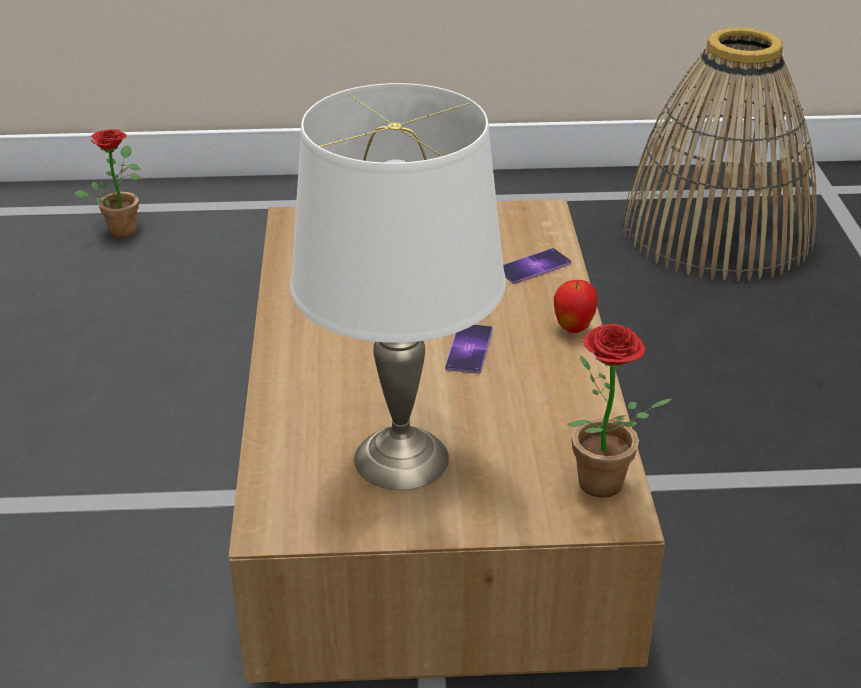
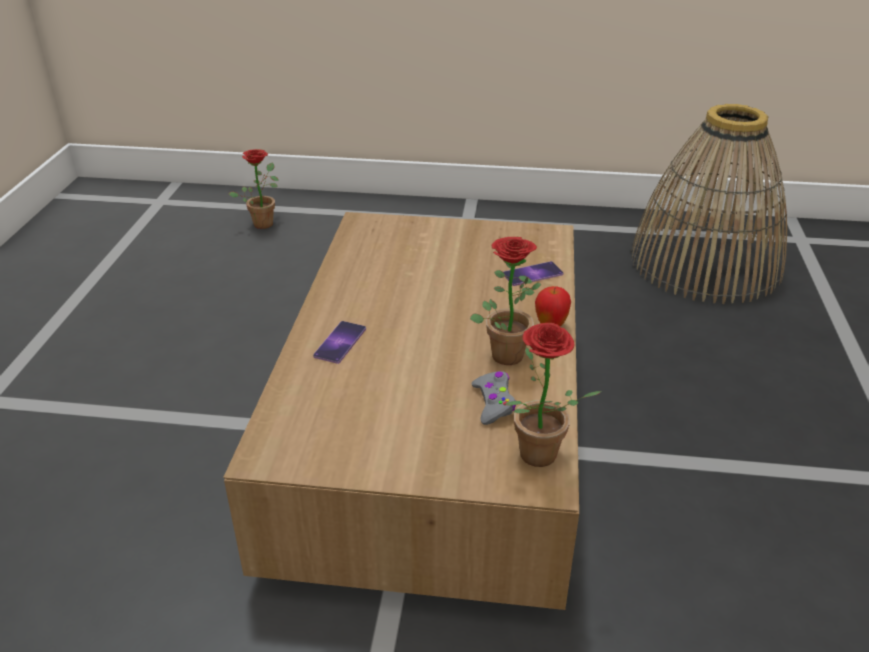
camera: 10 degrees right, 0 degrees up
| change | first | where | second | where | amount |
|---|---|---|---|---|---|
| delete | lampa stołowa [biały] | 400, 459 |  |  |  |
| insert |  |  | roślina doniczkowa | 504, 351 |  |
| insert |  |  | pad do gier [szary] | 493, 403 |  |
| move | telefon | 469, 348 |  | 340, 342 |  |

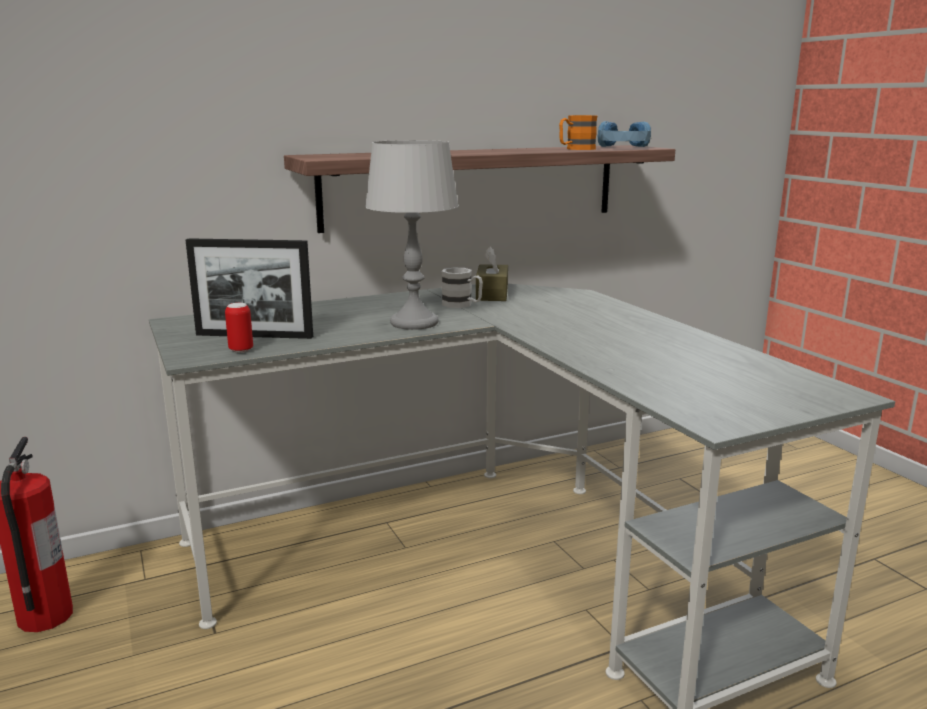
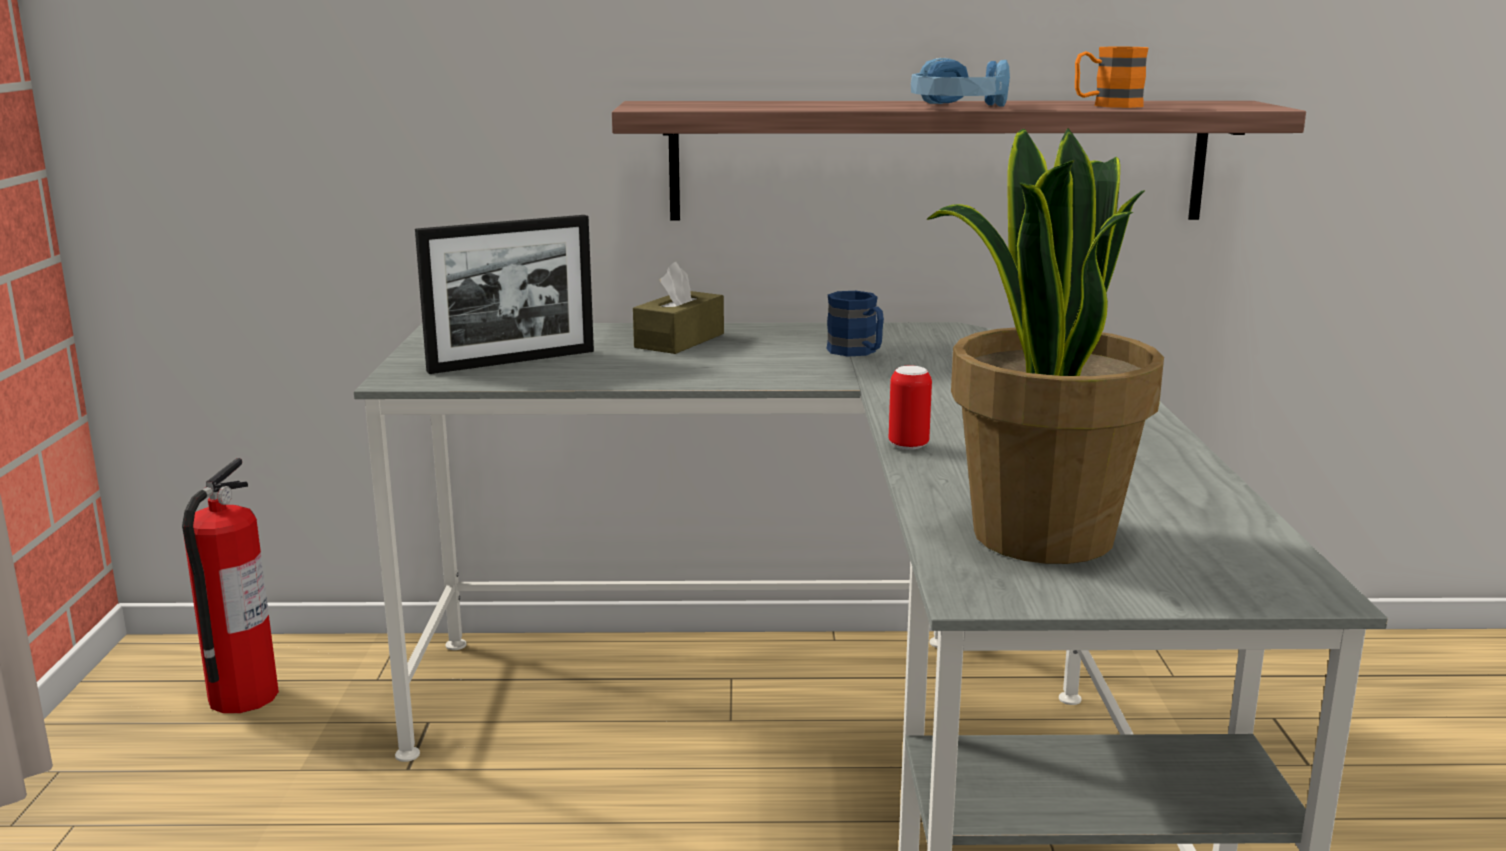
camera: 25 degrees right, 0 degrees up
| change | first | where | second | where | amount |
|---|---|---|---|---|---|
| delete | lampa stołowa [szary] | 413, 323 |  |  |  |
| insert |  |  | roślina doniczkowa | 1039, 535 |  |
| move | puszka | 241, 350 |  | 908, 445 |  |
| move | pudełko chusteczek [brązowy] | 492, 294 |  | 679, 340 |  |
| move | słuchawki [niebieski] | 623, 147 |  | 959, 106 |  |
| recolor | kubek [biały] | 462, 305 | kubek [niebieski] | 857, 352 |  |
| rotate | ramka na zdjęcie | 254, 336 |  | 512, 361 | 60 degrees counterclockwise |

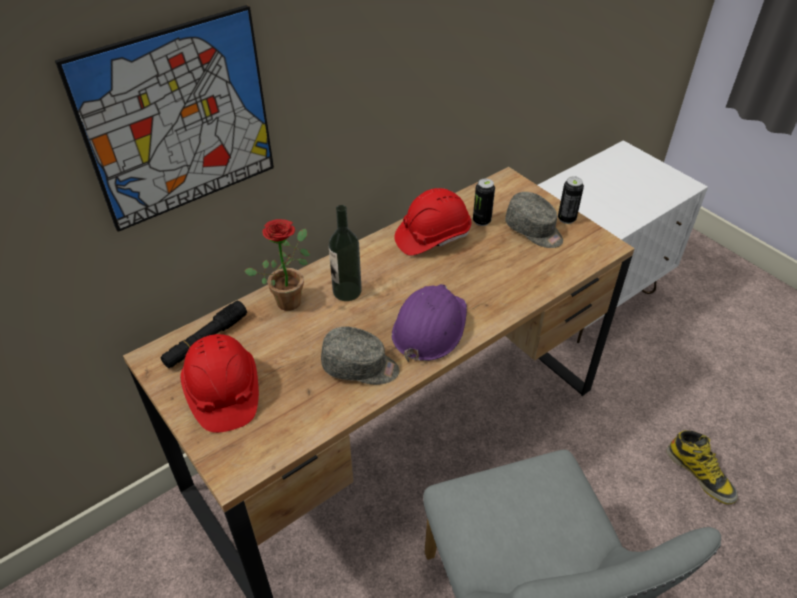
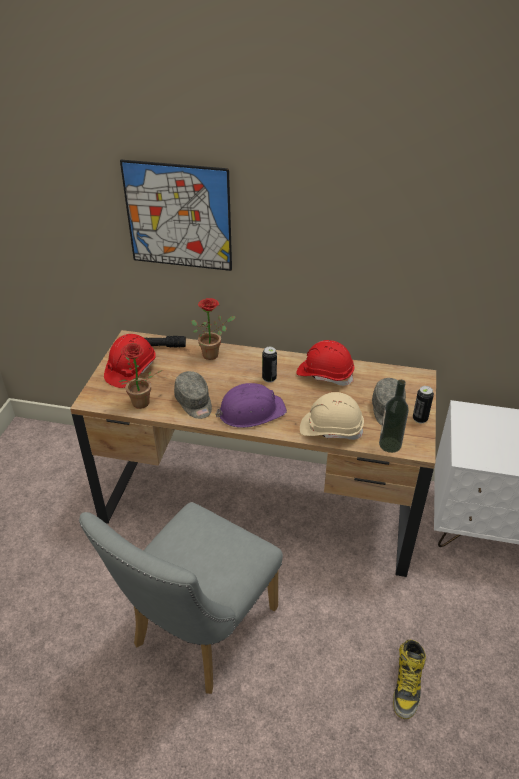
camera: 50 degrees right, 5 degrees down
| change | first | where | second | where | amount |
|---|---|---|---|---|---|
| insert |  |  | roślina doniczkowa | 140, 405 |  |
| insert |  |  | kask [beżowy] | 331, 429 |  |
| move | butelka | 347, 291 |  | 390, 444 |  |
| move | puszka | 481, 221 |  | 269, 378 |  |

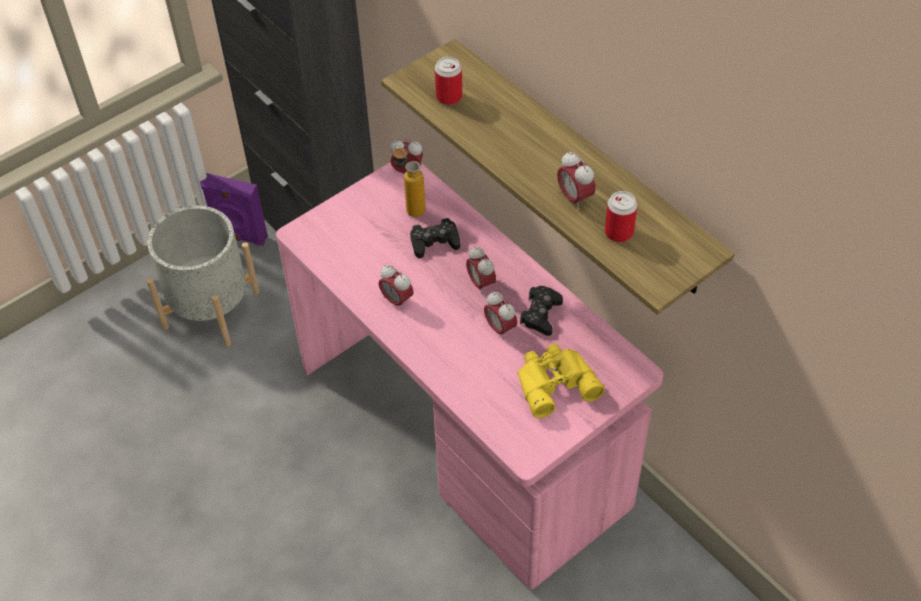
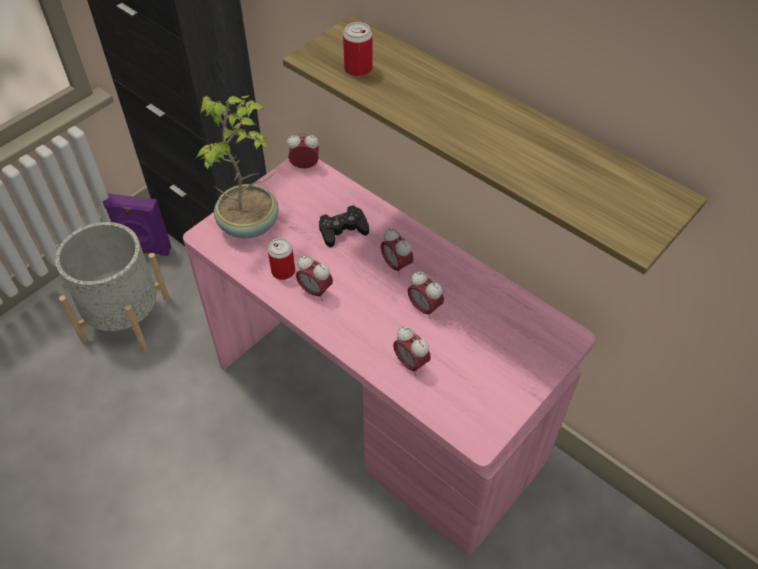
camera: 10 degrees left, 0 degrees up
| change | first | where | second | where | amount |
|---|---|---|---|---|---|
| delete | butelka | 410, 206 |  |  |  |
| delete | lornetka [żółty] | 554, 382 |  |  |  |
| delete | pad do gier [czarny] | 541, 314 |  |  |  |
| insert |  |  | roślina doniczkowa | 250, 224 |  |
| move | budzik | 574, 198 |  | 410, 363 |  |
| move | puszka | 619, 232 |  | 283, 271 |  |

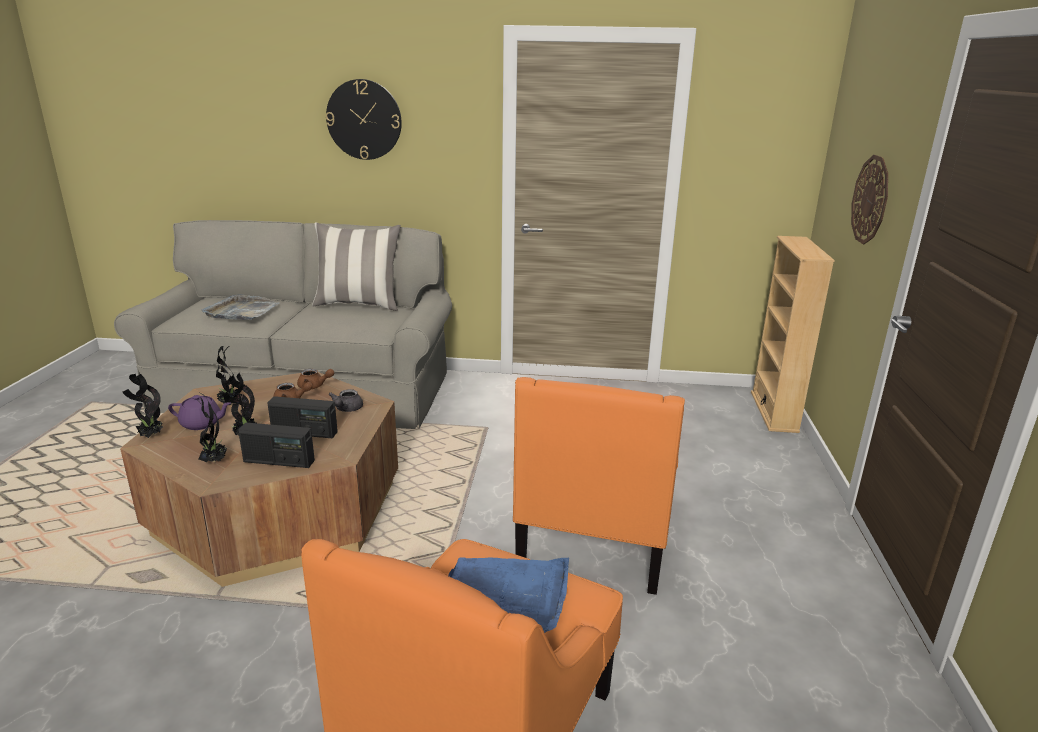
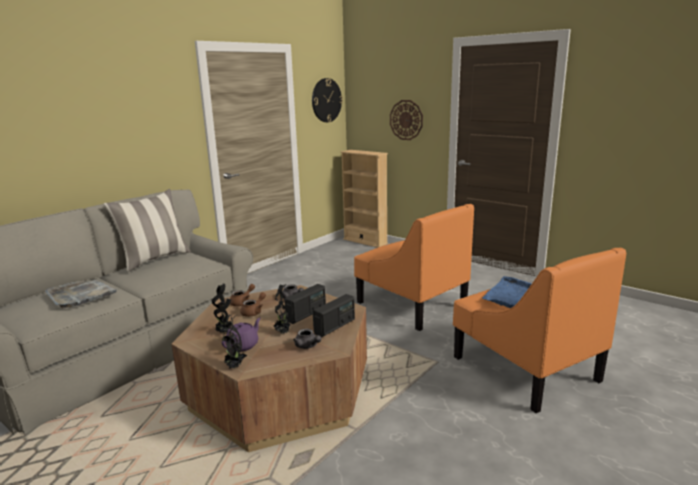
camera: 55 degrees left, 5 degrees down
| change | first | where | second | where | amount |
|---|---|---|---|---|---|
| move | zegar ścienny | 364, 120 |  | 326, 100 |  |
| replace | roślina doniczkowa | 215, 461 | imbryk [szary] | 308, 346 |  |

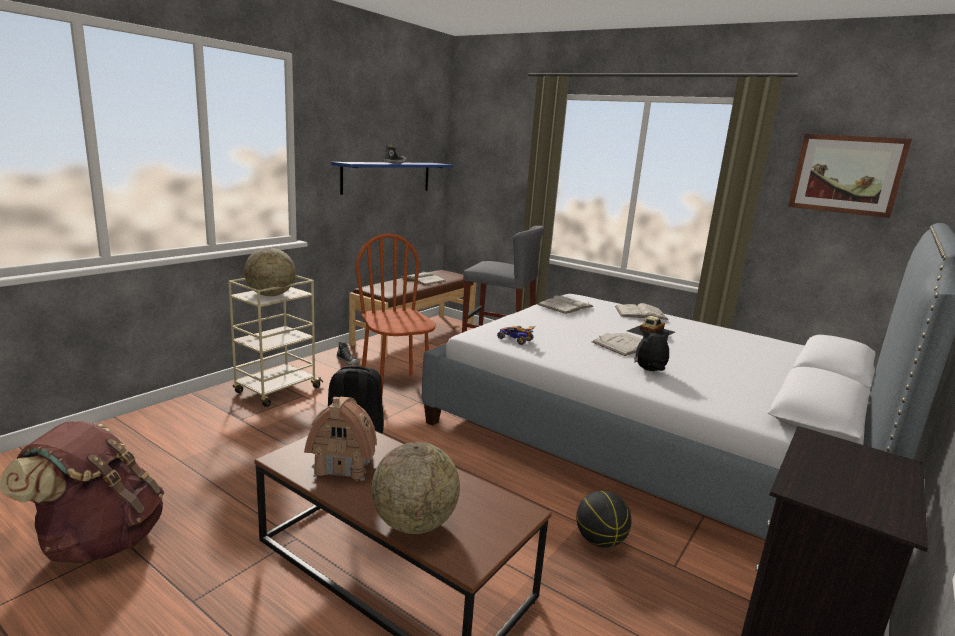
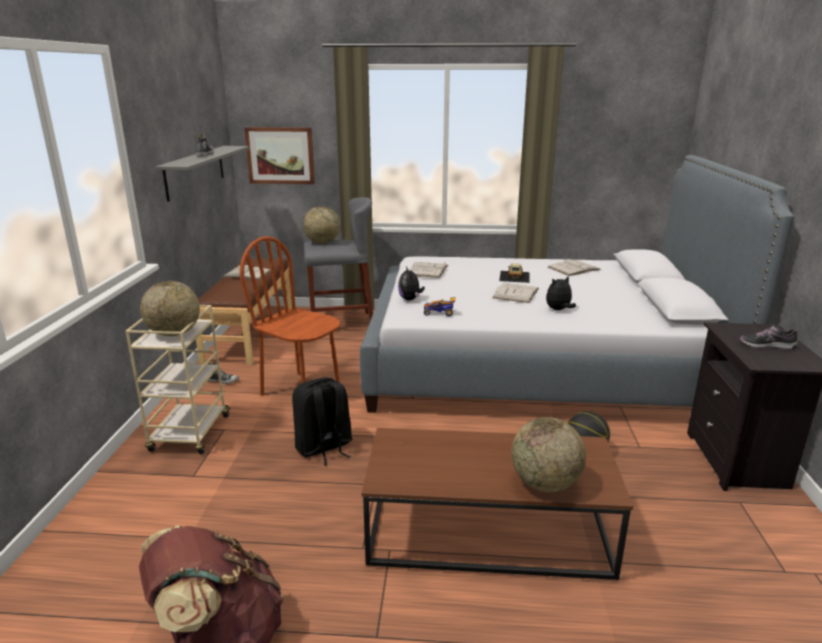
camera: 30 degrees left, 5 degrees up
| change | first | where | second | where | amount |
|---|---|---|---|---|---|
| delete | domek | 344, 465 |  |  |  |
| insert |  |  | globus | 322, 242 |  |
| insert |  |  | pluszak | 410, 299 |  |
| insert |  |  | but | 767, 345 |  |
| move | książka [biały] | 640, 313 |  | 574, 268 |  |
| move | obraz | 846, 174 |  | 280, 155 |  |
| recolor | półka [niebieski] | 387, 177 | półka [szary] | 195, 171 |  |

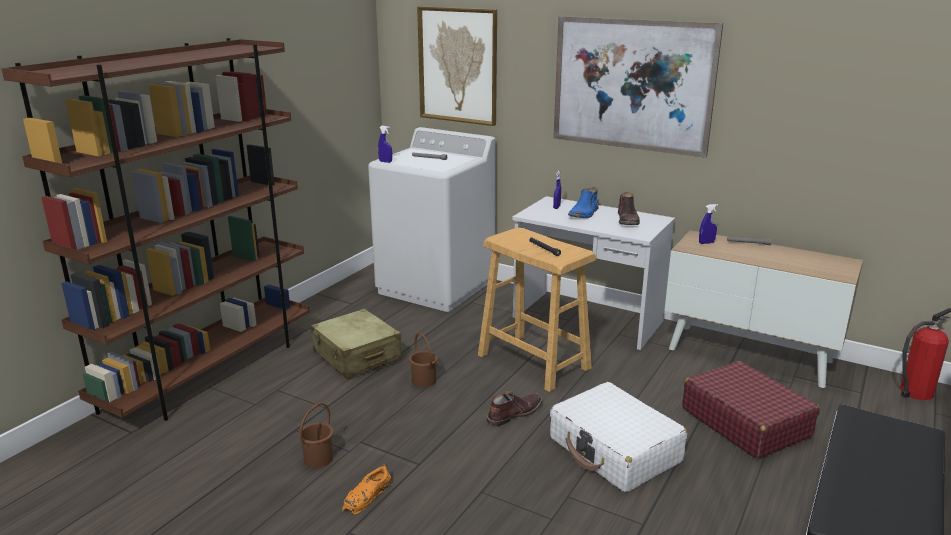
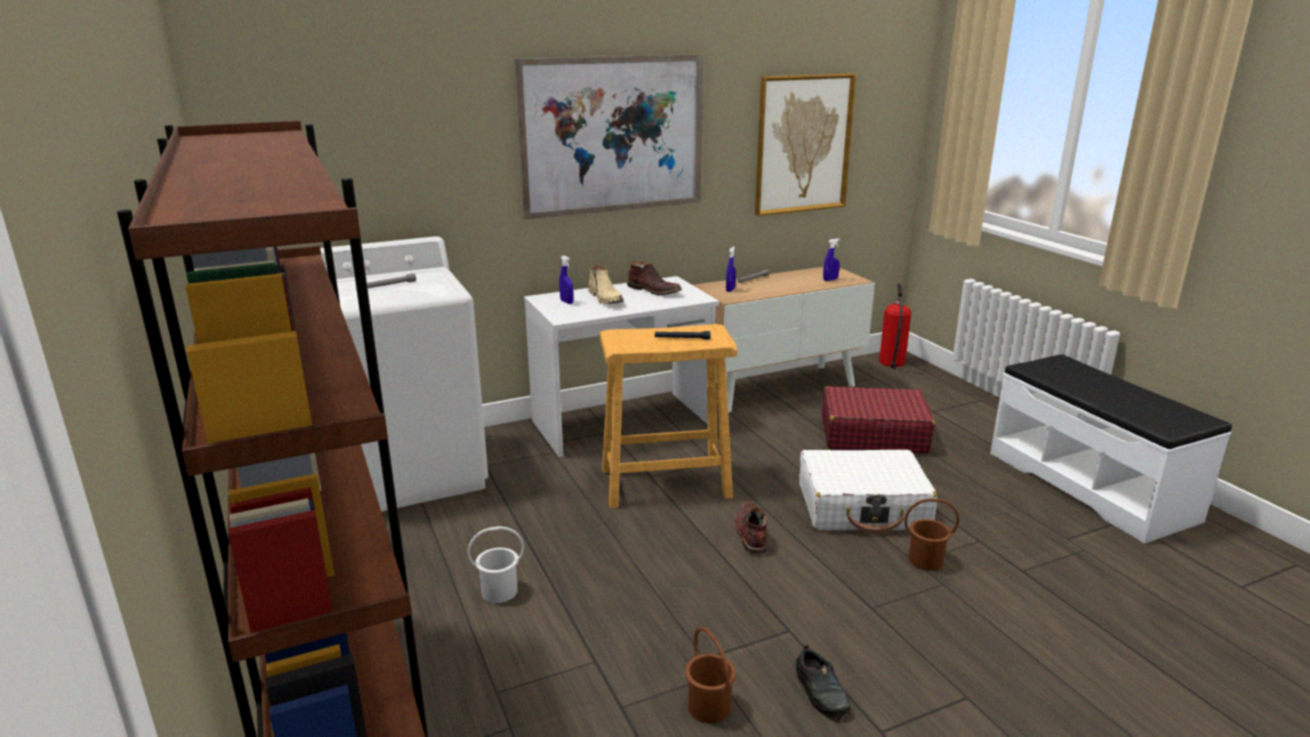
camera: 55 degrees left, 0 degrees up
| change | first | where | second | where | amount |
|---|---|---|---|---|---|
| move | spryskiwacz [niebieski] | 385, 162 |  | 830, 279 |  |
| move | wiadro [brązowy] | 424, 380 |  | 925, 560 |  |
| move | obraz | 458, 65 |  | 803, 144 |  |
| replace | walizka [beżowy] | 357, 356 | wiadro [biały] | 499, 591 |  |
| recolor | but [pomarańczowy] | 367, 496 | but [czarny] | 822, 692 |  |
| recolor | but z cholewką [niebieski] | 584, 214 | but z cholewką [beżowy] | 606, 298 |  |

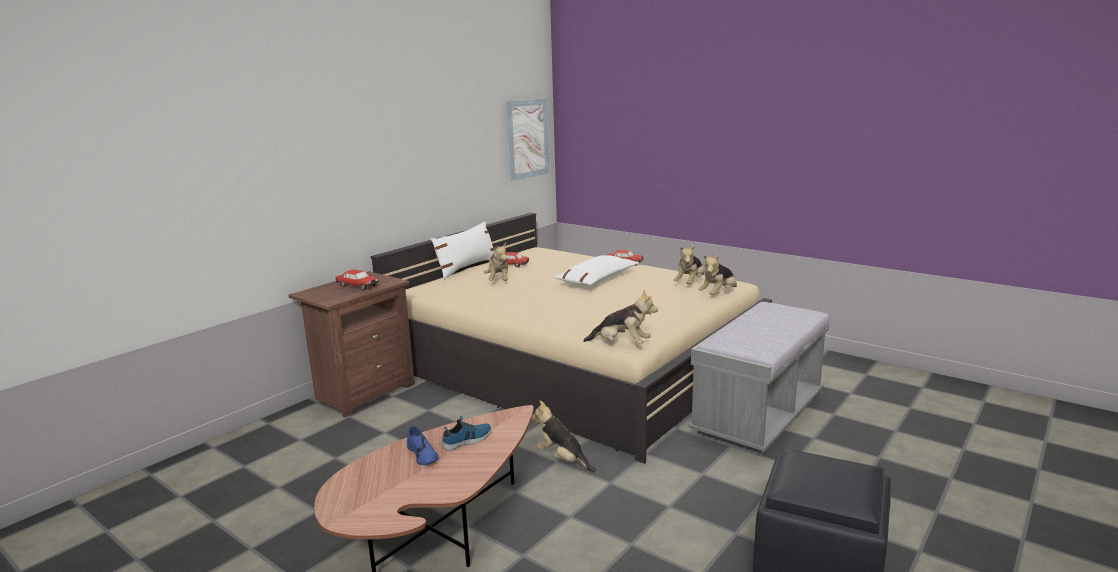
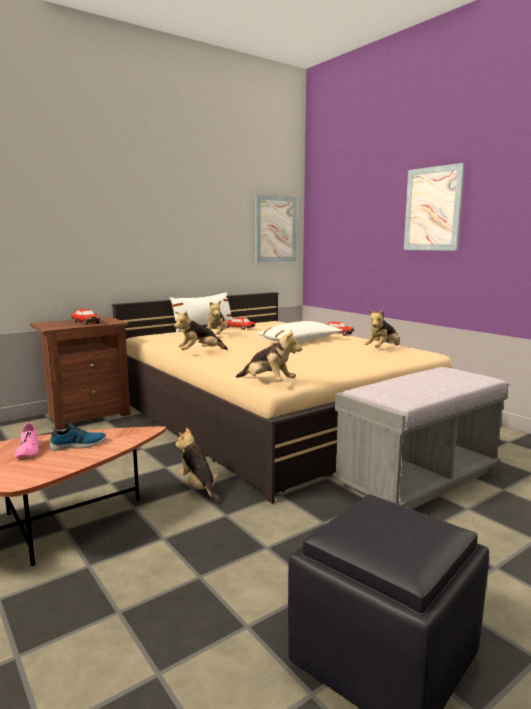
camera: 15 degrees right, 5 degrees down
| change | first | where | second | where | amount |
|---|---|---|---|---|---|
| insert |  |  | obraz | 433, 209 |  |
| move | pluszak | 718, 294 |  | 199, 352 |  |
| recolor | but [niebieski] | 422, 455 | but [różowy] | 28, 450 |  |

